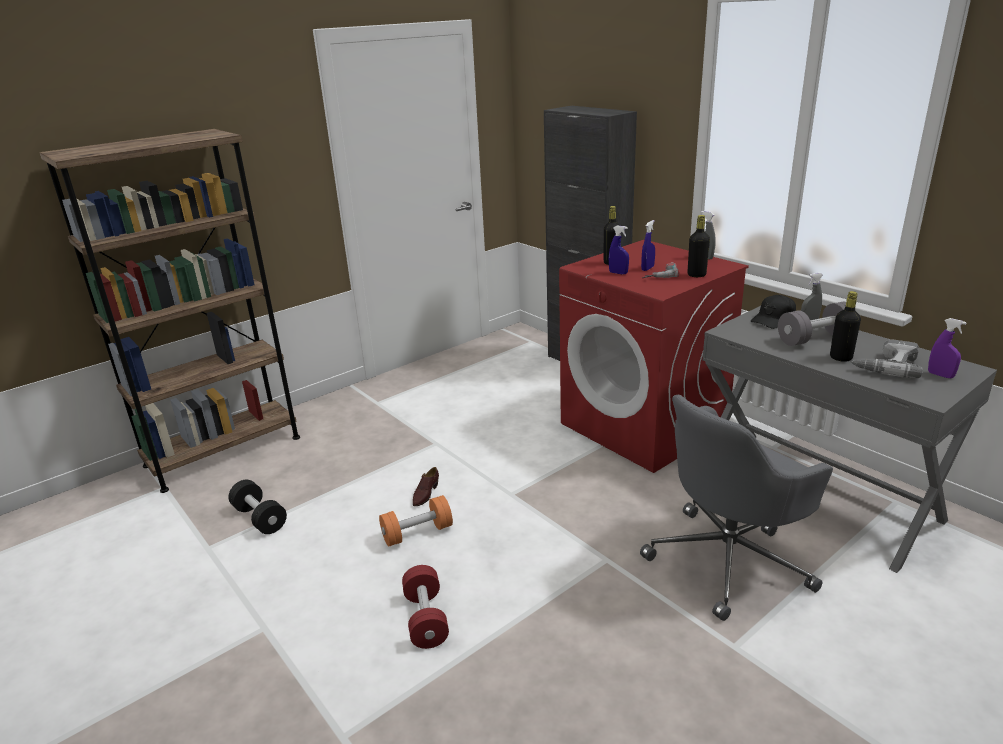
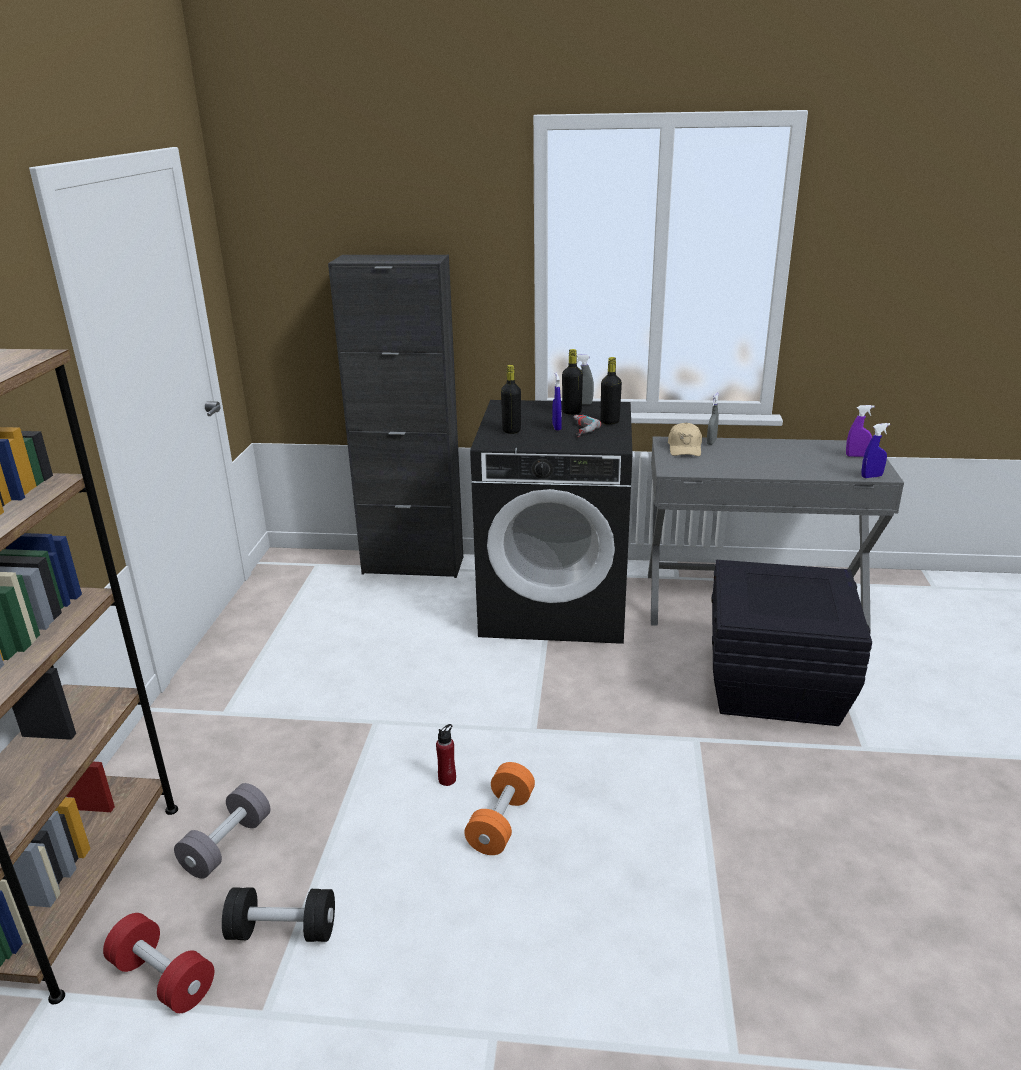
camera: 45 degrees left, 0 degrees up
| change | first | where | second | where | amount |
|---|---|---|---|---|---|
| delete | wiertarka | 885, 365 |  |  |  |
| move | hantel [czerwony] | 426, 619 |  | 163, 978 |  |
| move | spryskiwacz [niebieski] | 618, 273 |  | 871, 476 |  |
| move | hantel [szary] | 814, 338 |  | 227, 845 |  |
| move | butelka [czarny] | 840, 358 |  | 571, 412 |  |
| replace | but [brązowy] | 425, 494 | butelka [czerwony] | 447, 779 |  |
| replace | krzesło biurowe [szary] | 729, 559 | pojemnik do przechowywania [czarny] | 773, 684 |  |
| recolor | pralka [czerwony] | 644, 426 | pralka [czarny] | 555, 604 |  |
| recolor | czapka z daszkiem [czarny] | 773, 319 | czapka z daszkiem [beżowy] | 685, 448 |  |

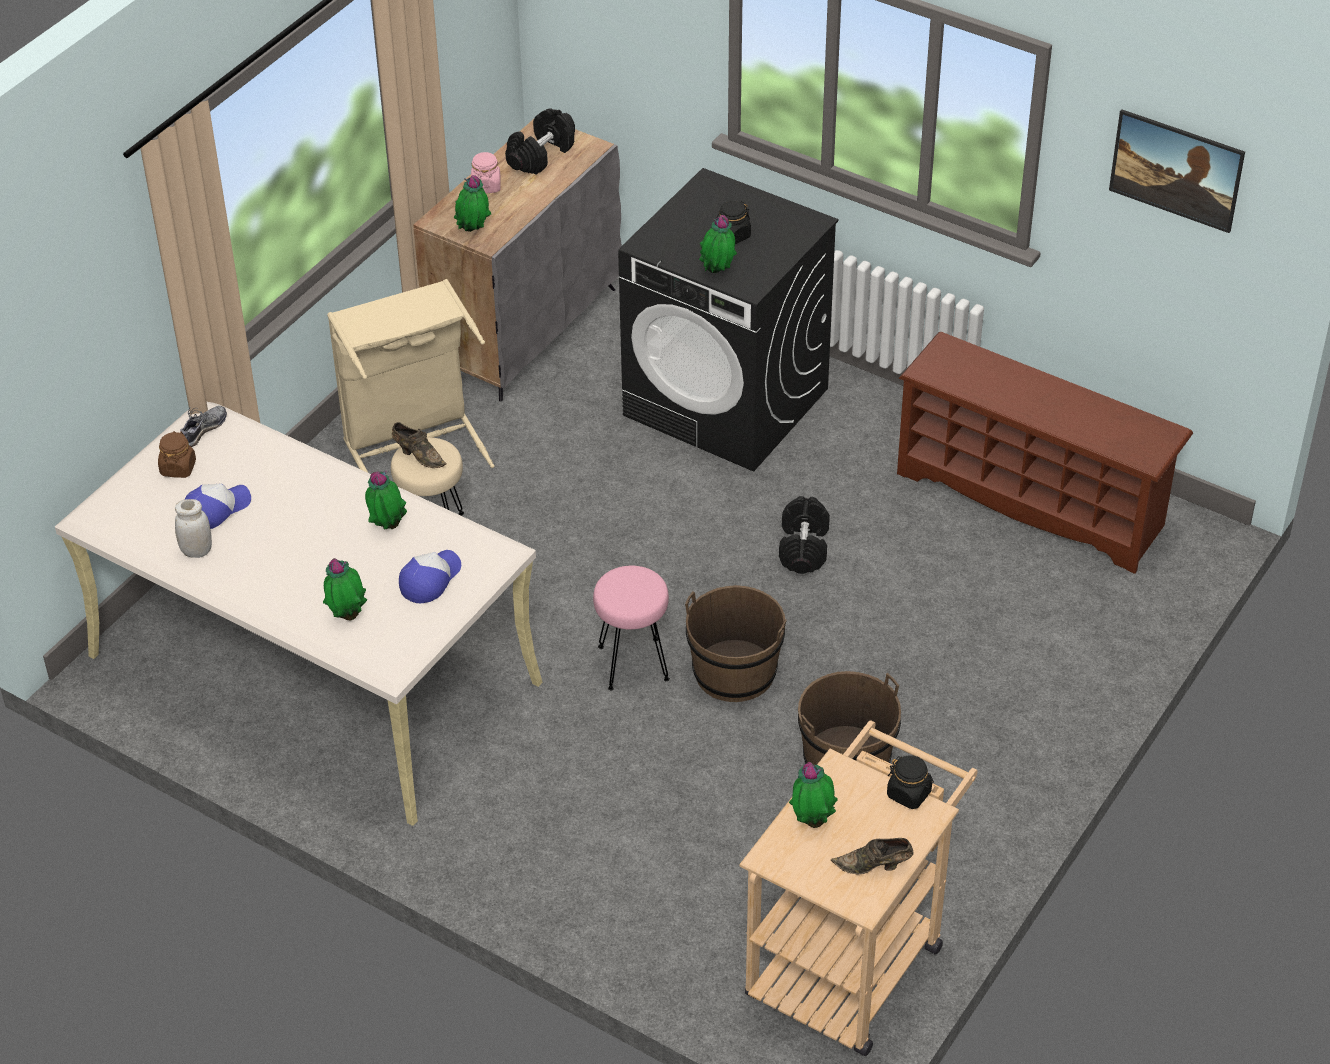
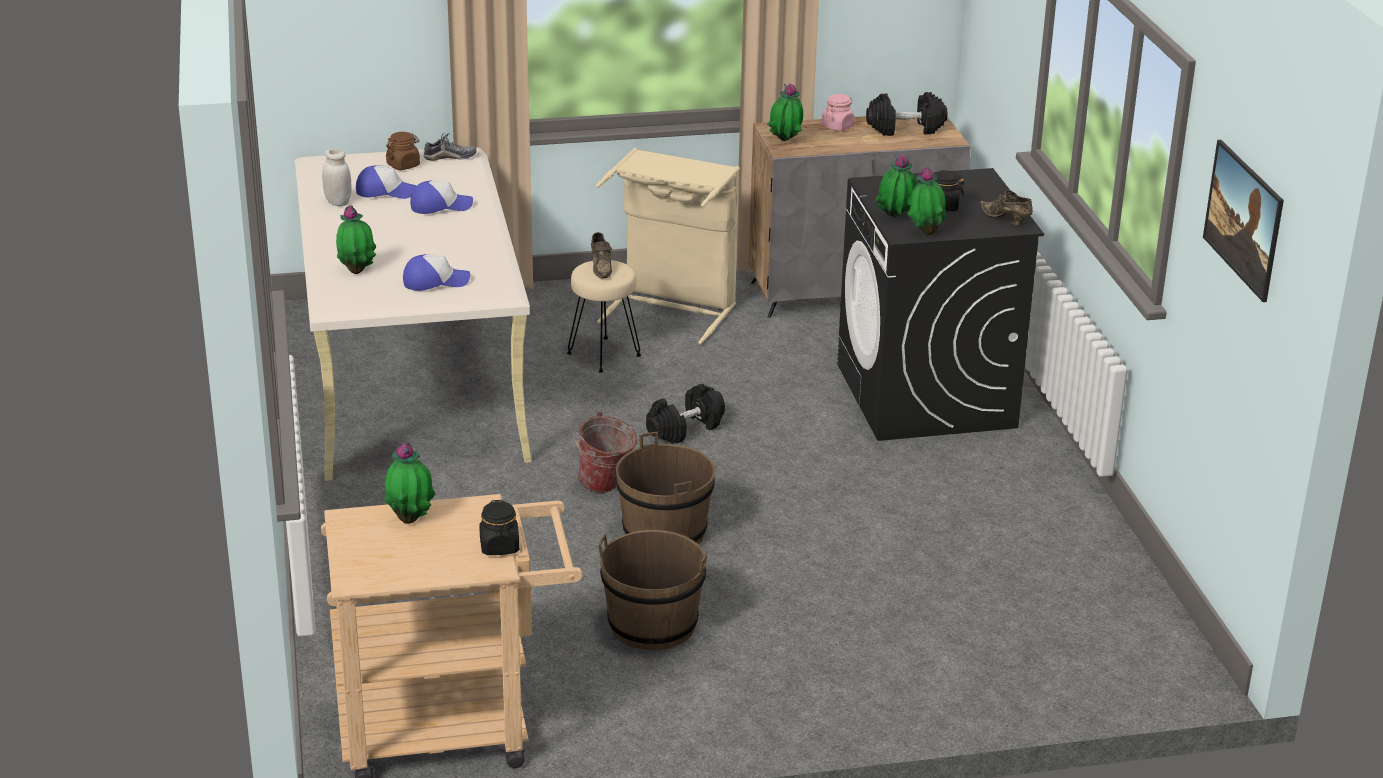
camera: 45 degrees right, 15 degrees down
| change | first | where | second | where | amount |
|---|---|---|---|---|---|
| delete | regał na buty [brązowy] | 1033, 499 |  |  |  |
| insert |  |  | czapka z daszkiem | 440, 206 |  |
| move | roślina doniczkowa | 387, 526 |  | 926, 232 |  |
| move | hantel [czarny] | 804, 548 |  | 685, 429 |  |
| move | but [brązowy] | 874, 866 |  | 1006, 219 |  |
| replace | stołek [różowy] | 632, 663 | wiadro | 605, 487 |  |

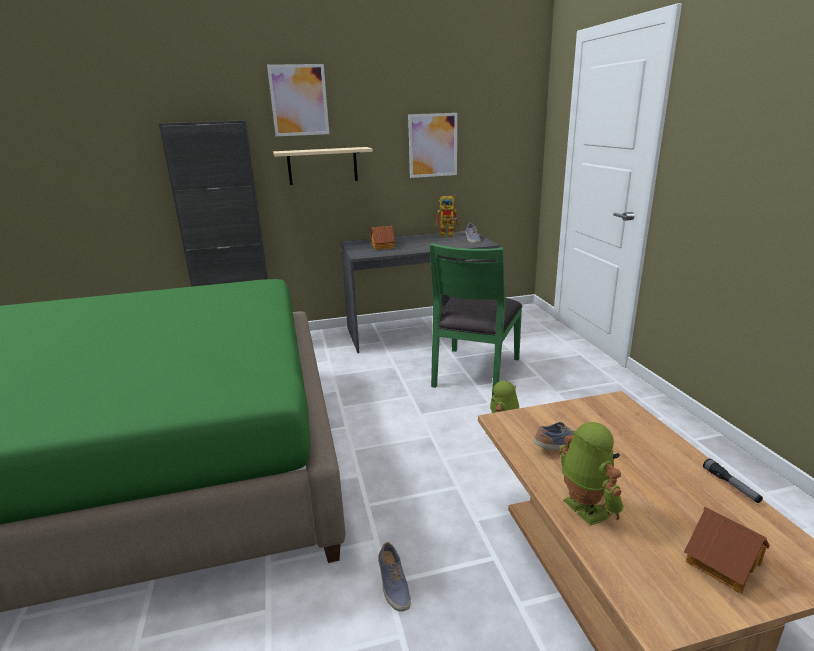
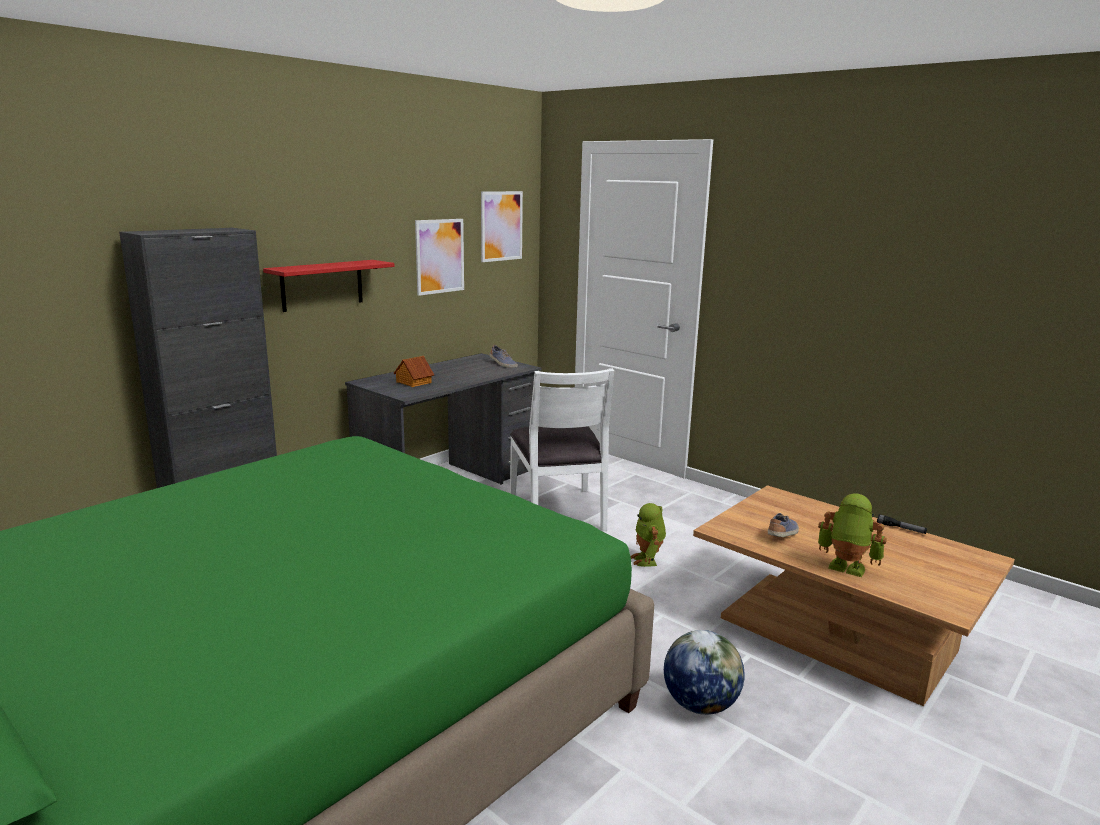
camera: 35 degrees left, 5 degrees down
| change | first | where | second | where | amount |
|---|---|---|---|---|---|
| delete | robot zabawkowy | 450, 235 |  |  |  |
| delete | domek | 722, 561 |  |  |  |
| move | obraz | 299, 100 |  | 501, 226 |  |
| replace | but | 393, 584 | globus | 700, 704 |  |
| recolor | półka [beżowy] | 322, 166 | półka [czerwony] | 322, 285 |  |
| recolor | krzesło [zielony] | 474, 372 | krzesło [biały] | 558, 512 |  |

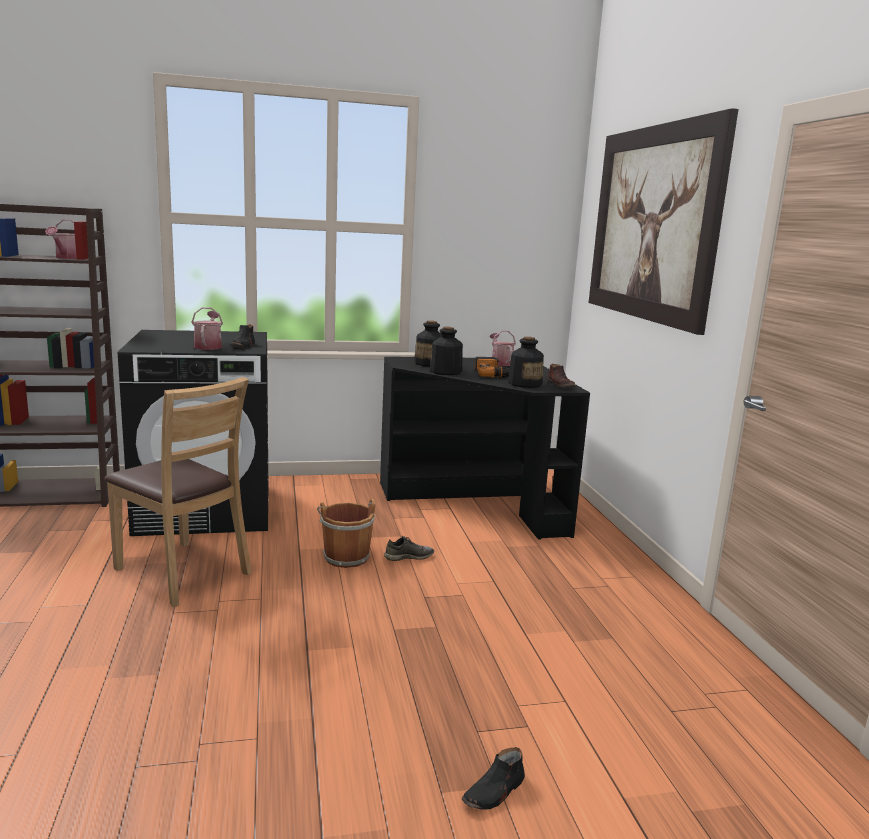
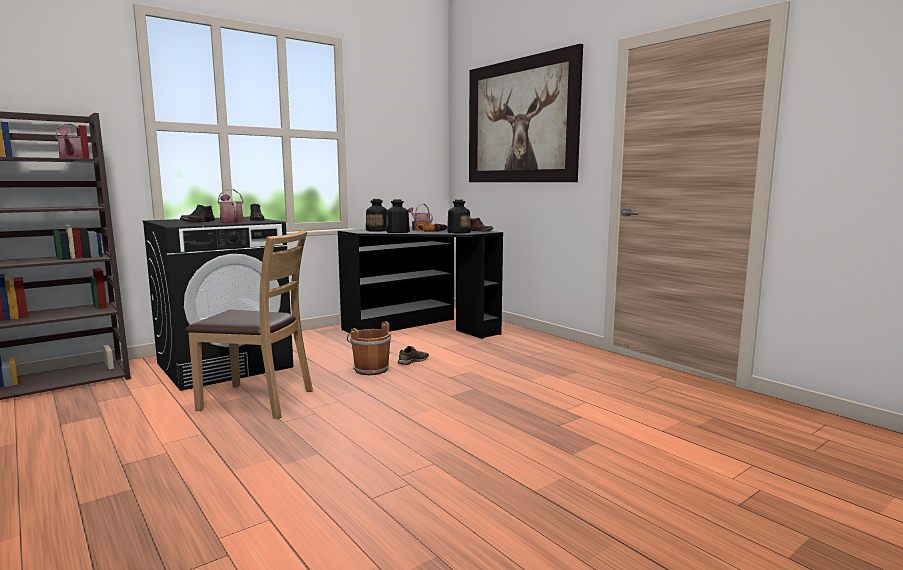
camera: 25 degrees left, 5 degrees down
| change | first | where | second | where | amount |
|---|---|---|---|---|---|
| move | but [czarny] | 494, 792 |  | 198, 222 |  |

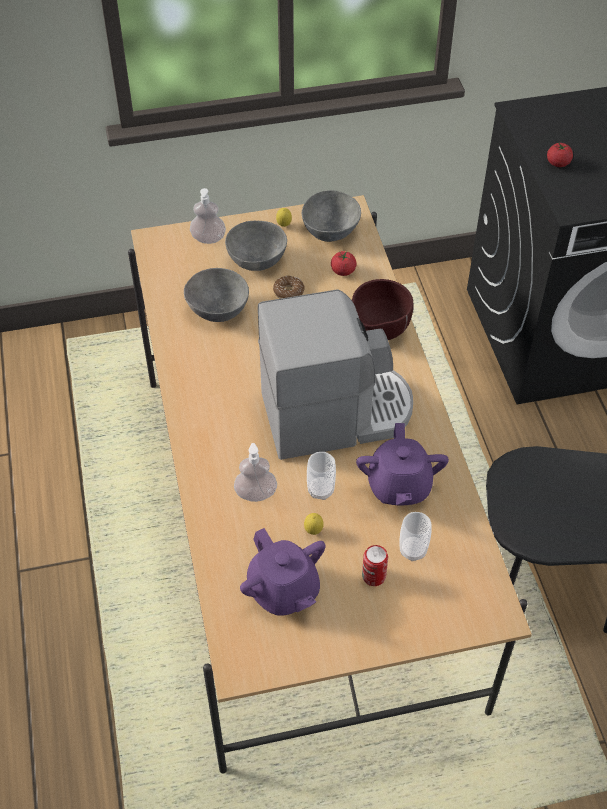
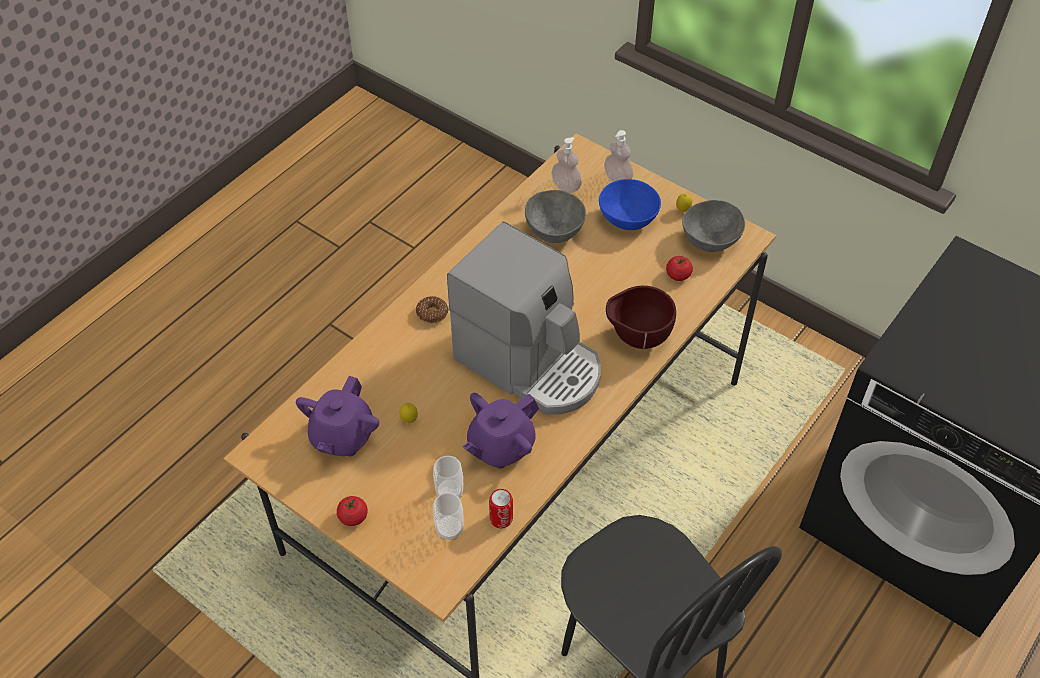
camera: 50 degrees right, 0 degrees up
| change | first | where | second | where | amount |
|---|---|---|---|---|---|
| move | dozownik mydła | 256, 494 |  | 566, 186 |  |
| move | donut | 288, 292 |  | 432, 313 |  |
| move | filiżanka | 320, 490 |  | 449, 529 |  |
| move | puszka | 373, 576 |  | 501, 519 |  |
| move | pomidor | 558, 163 |  | 353, 517 |  |
| recolor | miska [szary] | 255, 261 | miska [niebieski] | 626, 219 |  |

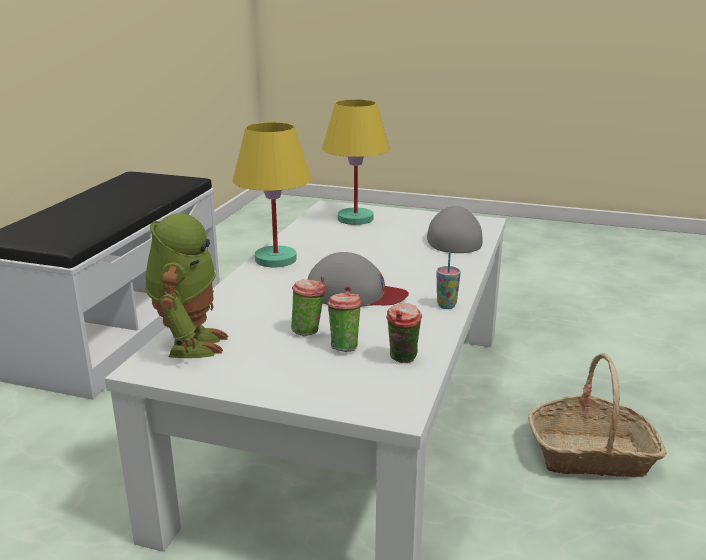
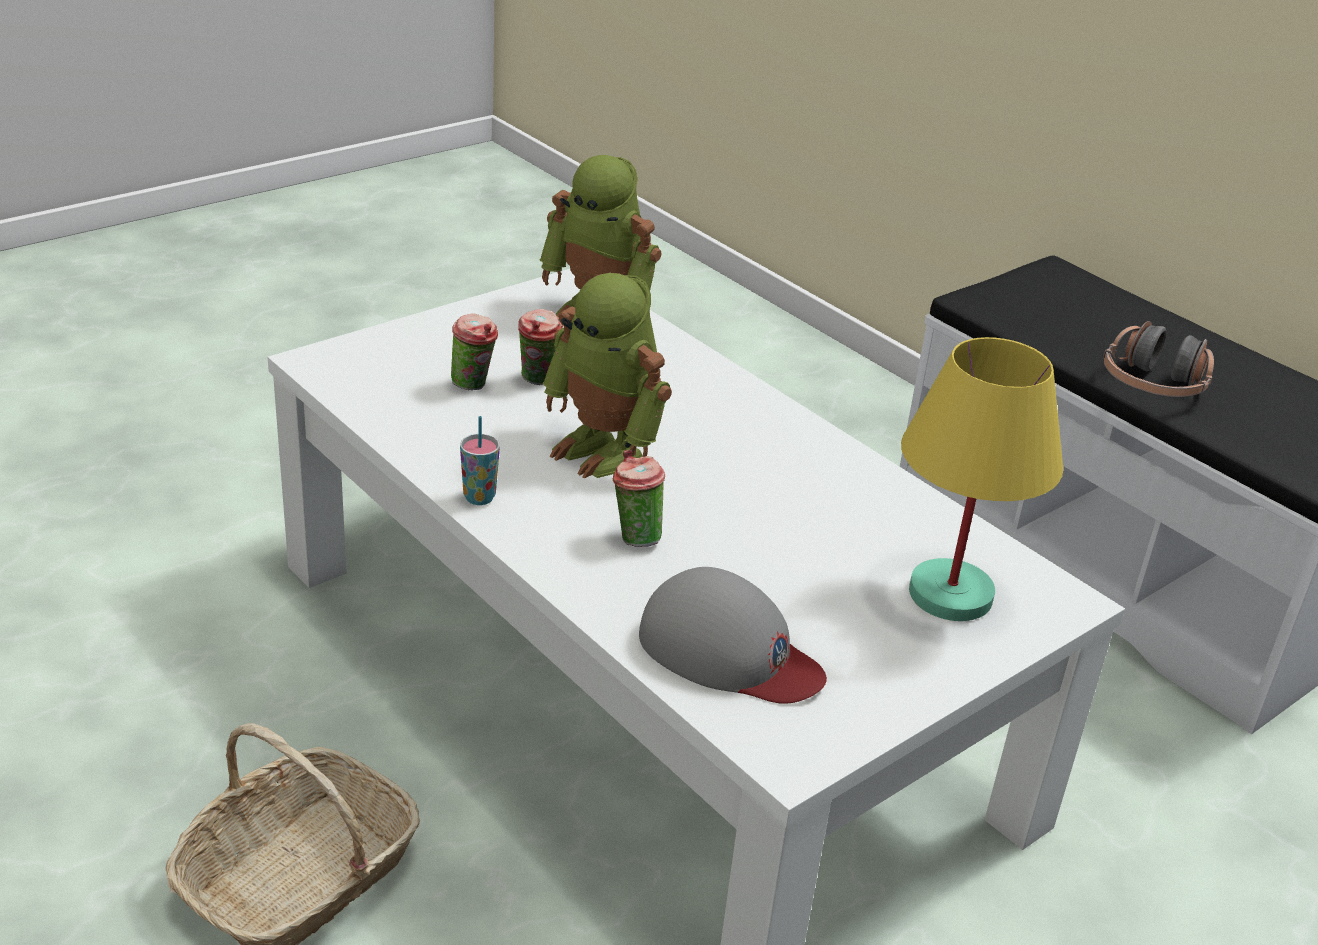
camera: 120 degrees right, 10 degrees up
| change | first | where | second | where | amount |
|---|---|---|---|---|---|
| delete | lampa stołowa [żółty] | 275, 260 |  |  |  |
| insert |  |  | słuchawki | 1153, 385 |  |
| move | filiżanka | 403, 360 |  | 634, 537 |  |
| replace | czapka z daszkiem [szary] | 354, 293 | robot zabawkowy | 605, 449 |  |

